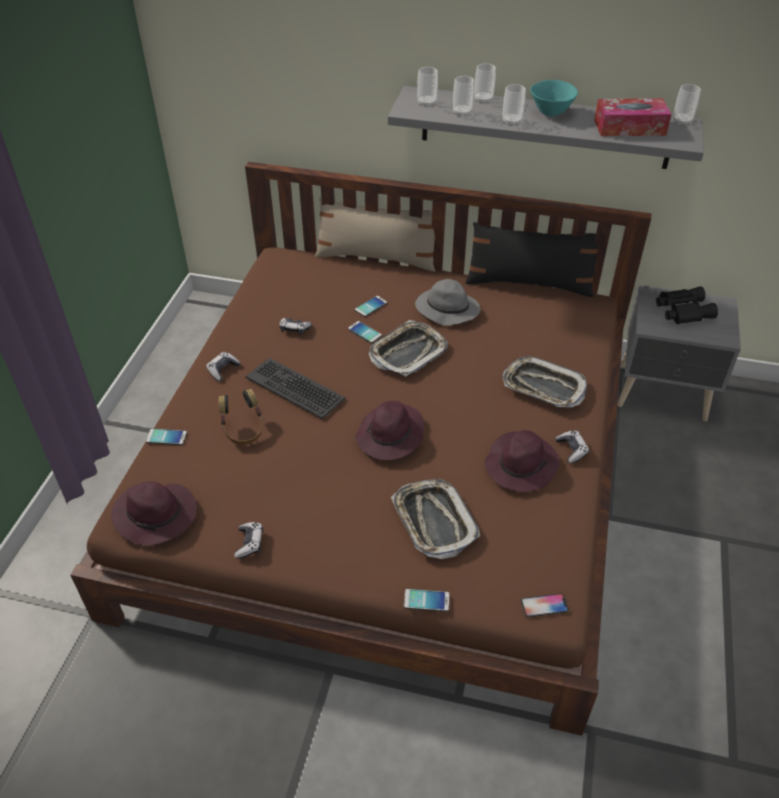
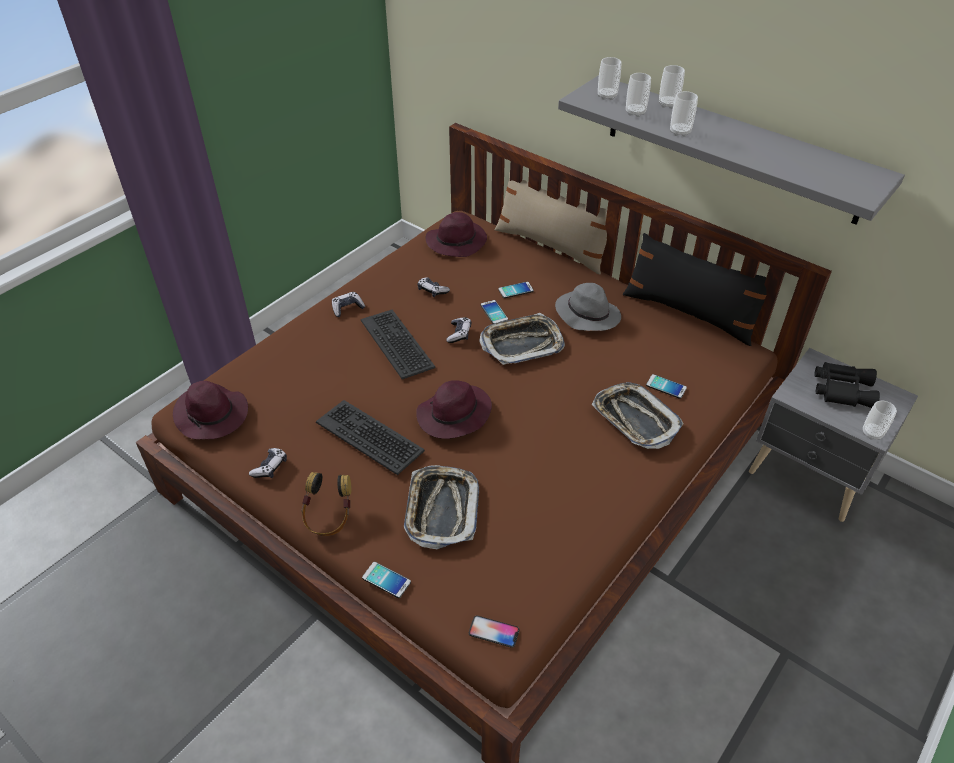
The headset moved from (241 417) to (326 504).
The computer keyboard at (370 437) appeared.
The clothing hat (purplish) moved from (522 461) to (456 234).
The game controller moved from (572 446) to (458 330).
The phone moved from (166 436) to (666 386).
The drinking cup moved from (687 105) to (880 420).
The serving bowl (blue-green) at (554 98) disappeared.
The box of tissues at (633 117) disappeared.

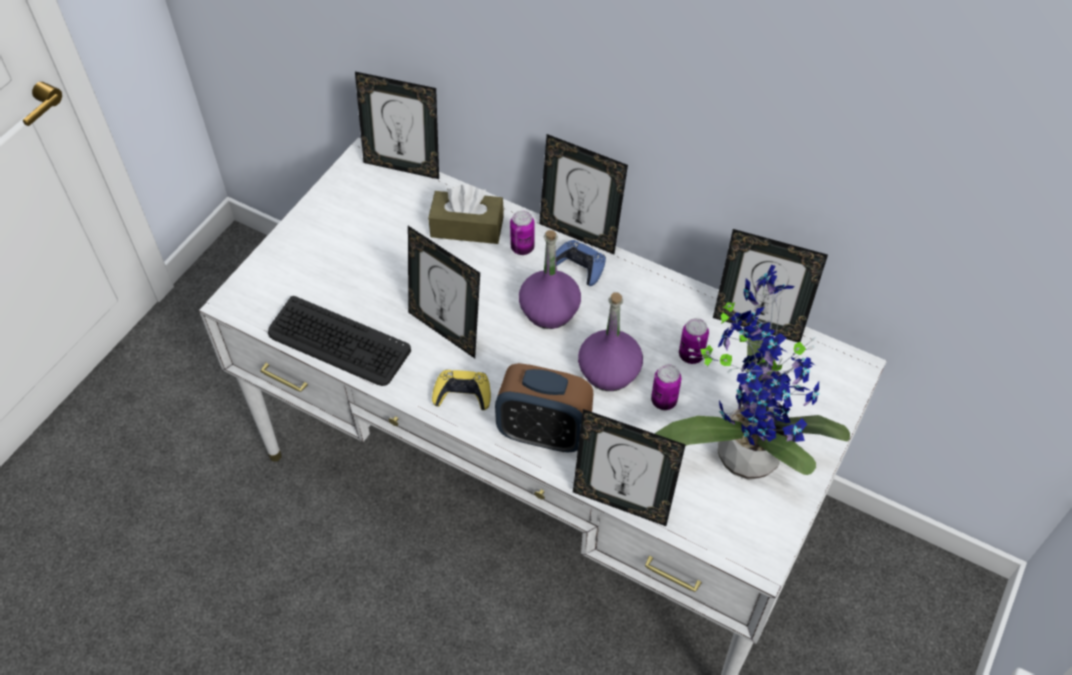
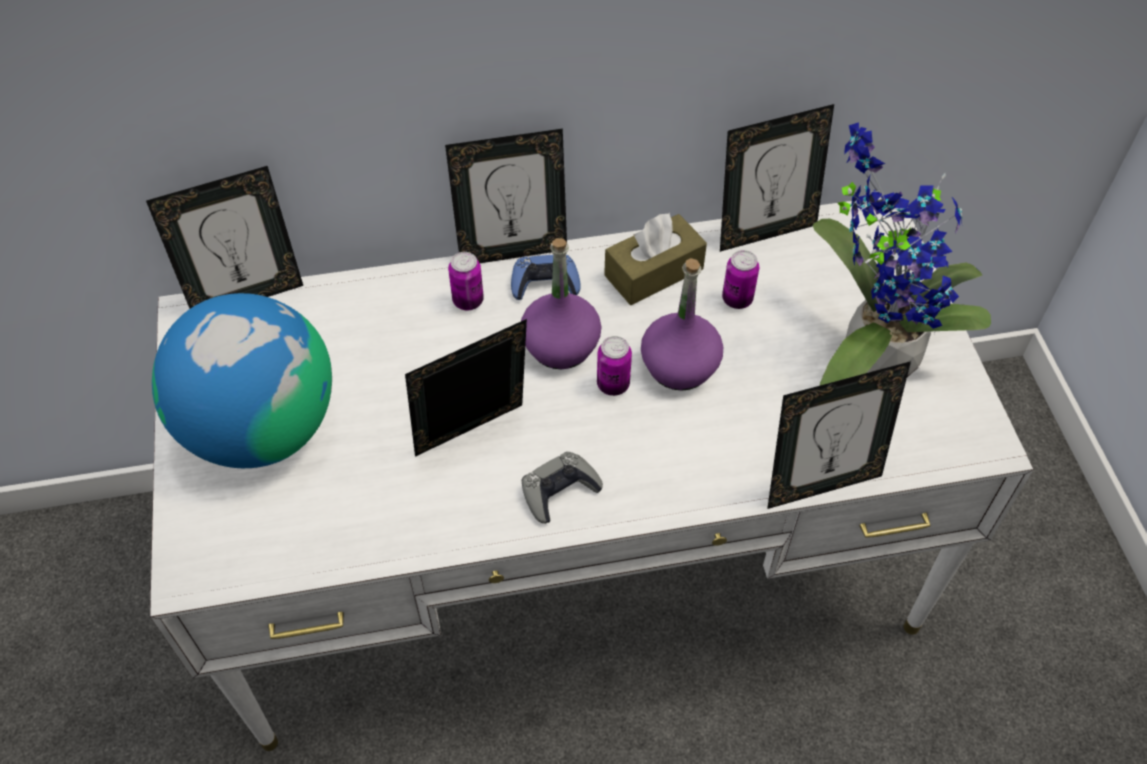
The globe at (242 380) appeared.
The standing frame at (444 292) turned 150 degrees clockwise.
The game controller (yellow-coloured) at (461 390) became the game controller (grey) at (562 488).
The can moved from (666 387) to (614 366).
The box of tissues (brownish) moved from (466 214) to (655 259).
The computer keyboard at (339 341) disappeared.
The alarm clock at (544 407) disappeared.

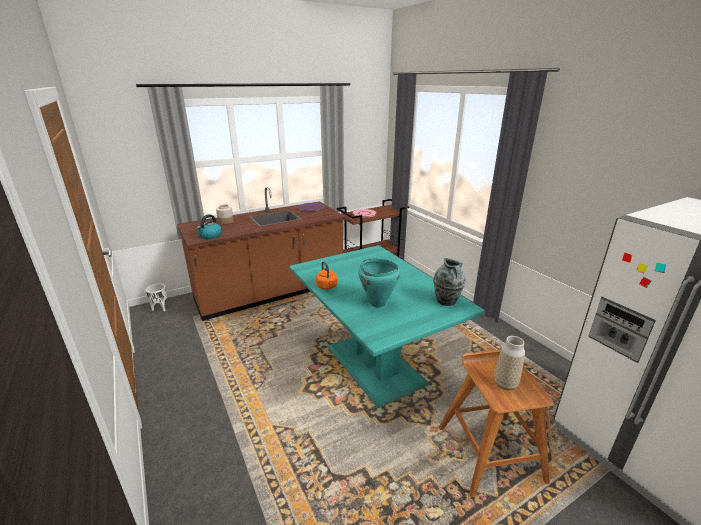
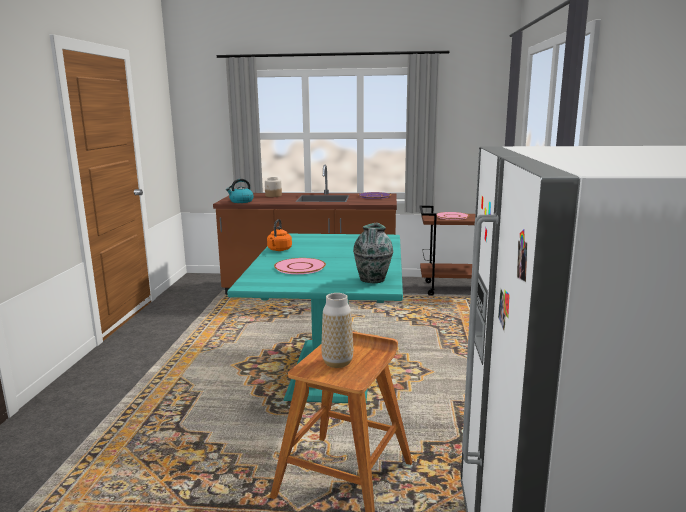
The stockpot (blue-green) at (379 283) was replaced by the plate (pink) at (300 266).
The plant pot (white-coloured) at (156 297) disappeared.

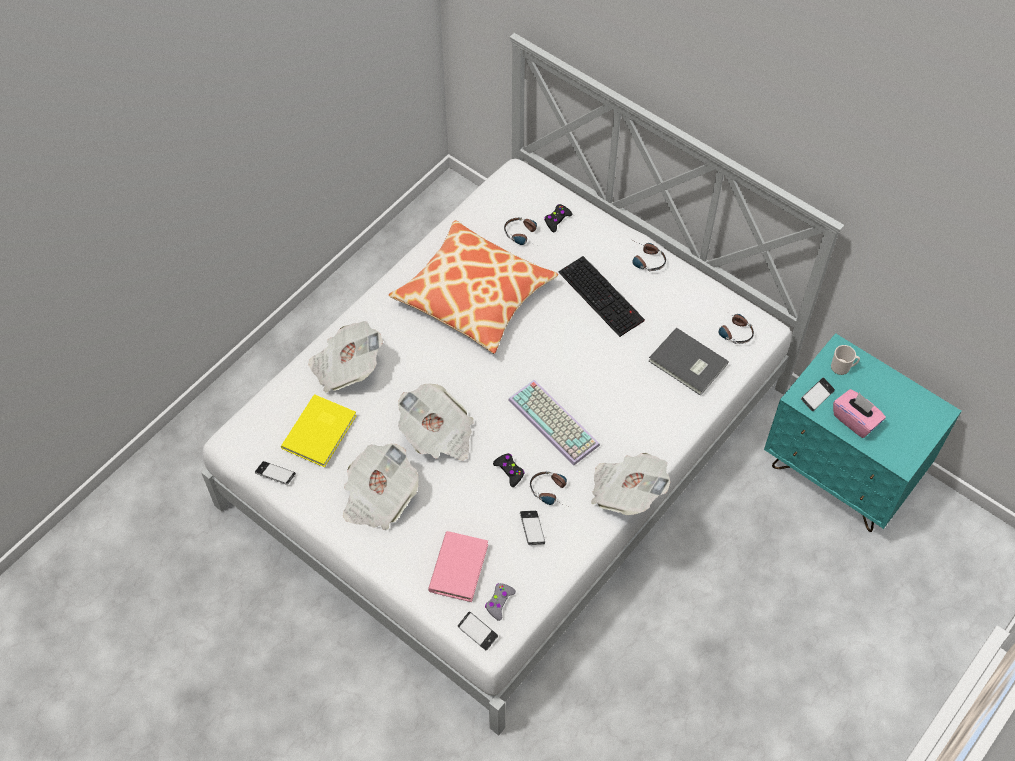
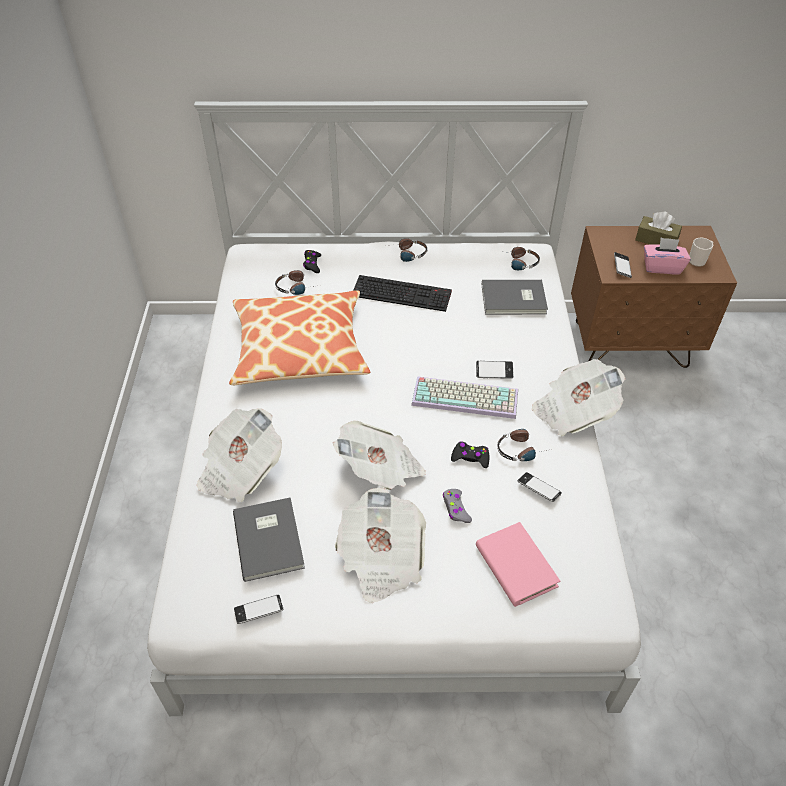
The bound book (yellow-coloured) at (319 430) became the bound book (grey) at (269 539).
The game controller (grey) moved from (500 602) to (457 506).
The phone moved from (478 631) to (494 370).
The bedside table (blue-green) at (863 432) became the bedside table (brownish) at (654 297).
The box of tissues (brownish) at (658 227) appeared.
The mug moved from (845 360) to (701 252).

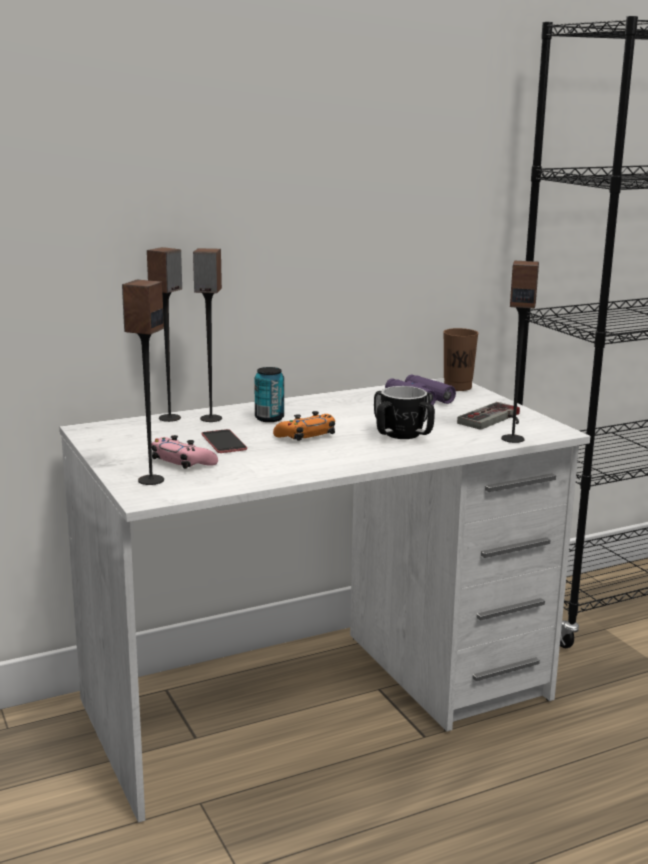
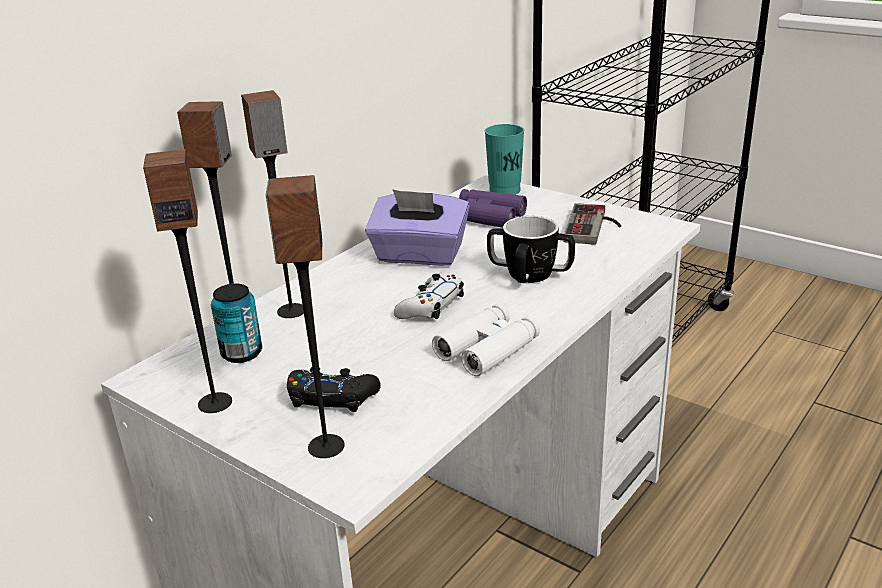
The loudspeaker moved from (520 352) to (187 281).
The can moved from (269 394) to (236 323).
The game controller (pink) at (184 452) became the game controller (black) at (334 389).
The box of tissues (purplish) at (417 228) appeared.
The game controller (orange-coloured) at (304 426) became the game controller (white-coloured) at (429 295).
The binoculars (white-coloured) at (486 340) appeared.
The drinking cup (brownish) at (460 359) became the drinking cup (blue-green) at (504 159).
The phone at (224 441) disappeared.

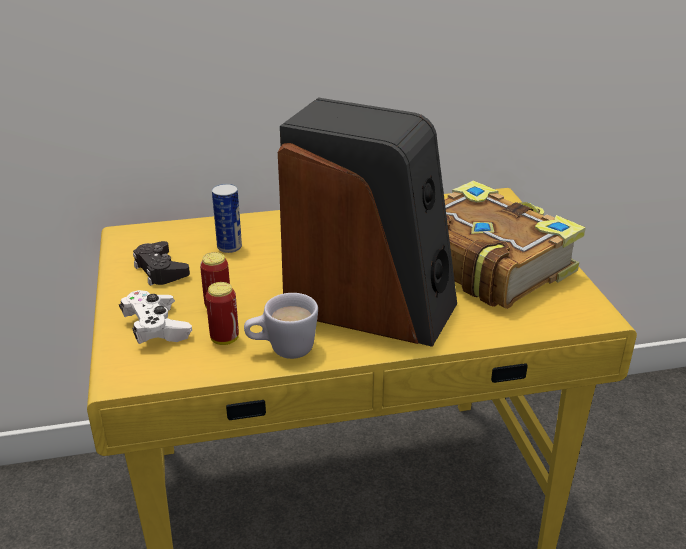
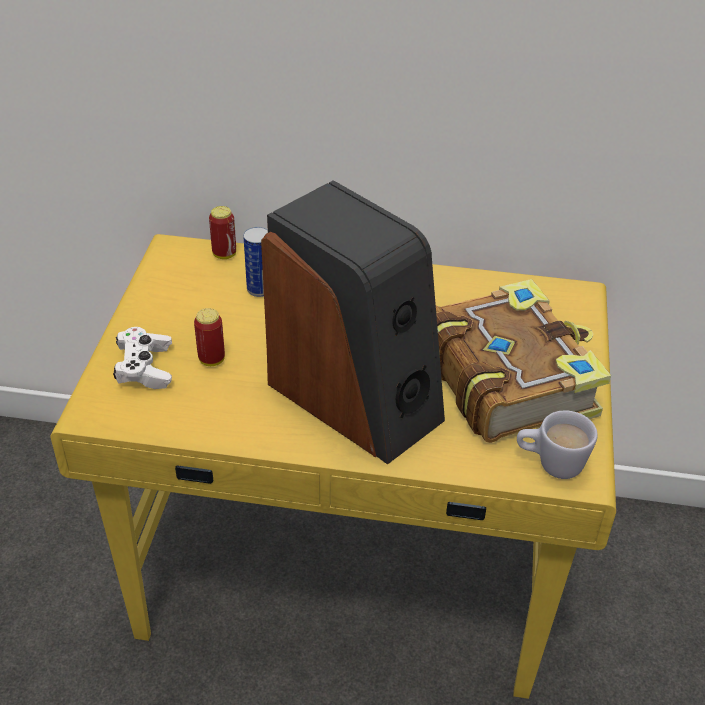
The can moved from (222 313) to (222 232).
The mug (white-coloured) moved from (281 326) to (557 444).
The game controller (black) at (161 263) disappeared.

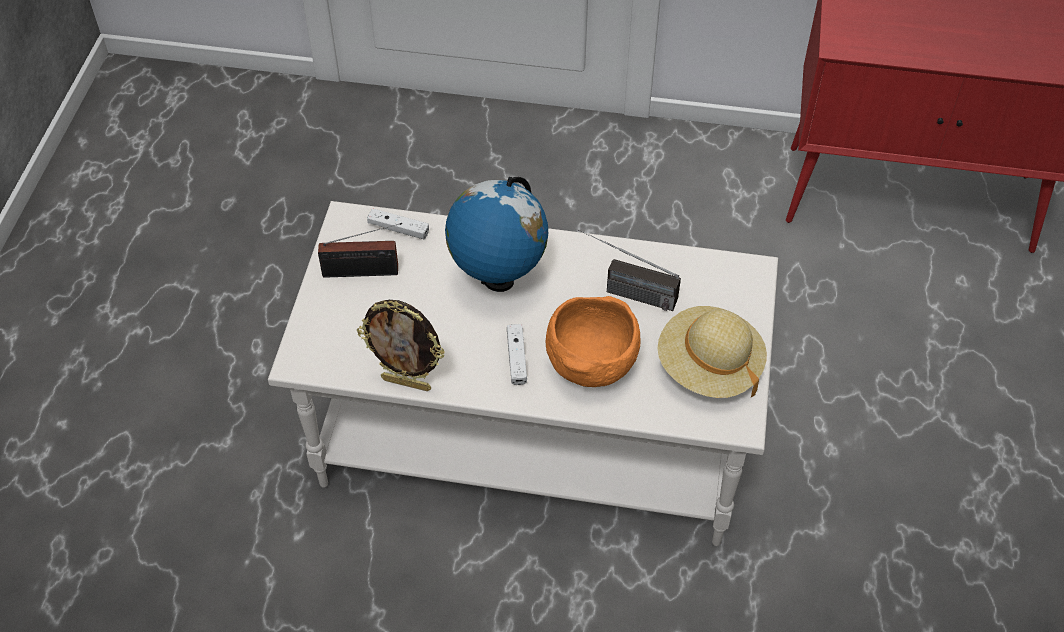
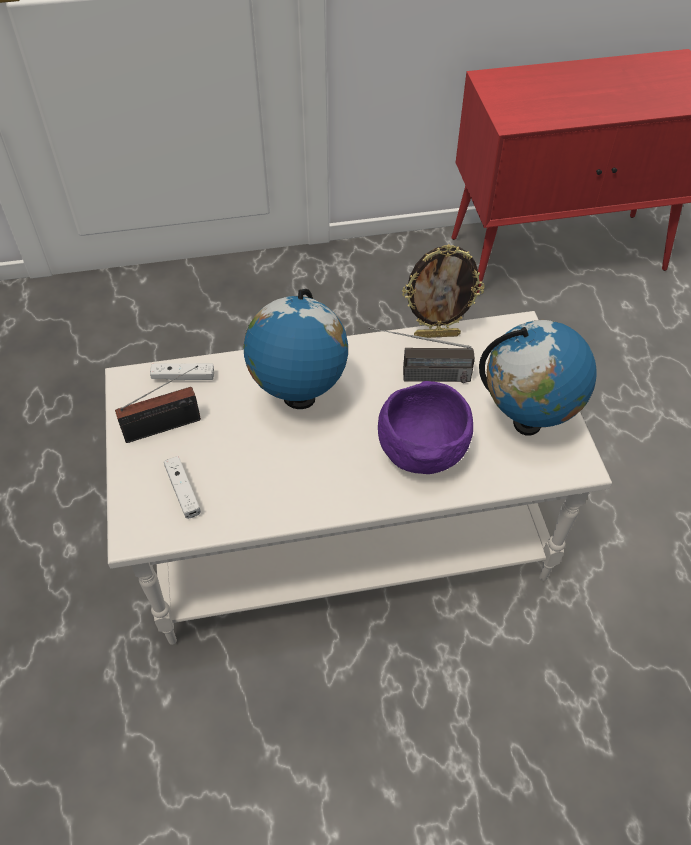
The game controller (white-coloured) moved from (517 354) to (182 487).
The serving bowl (orange-coloured) at (593 341) became the serving bowl (purplish) at (425 427).
The standing frame moved from (401 345) to (443 291).
The clothing hat (beige) at (712 352) was replaced by the globe at (538 378).

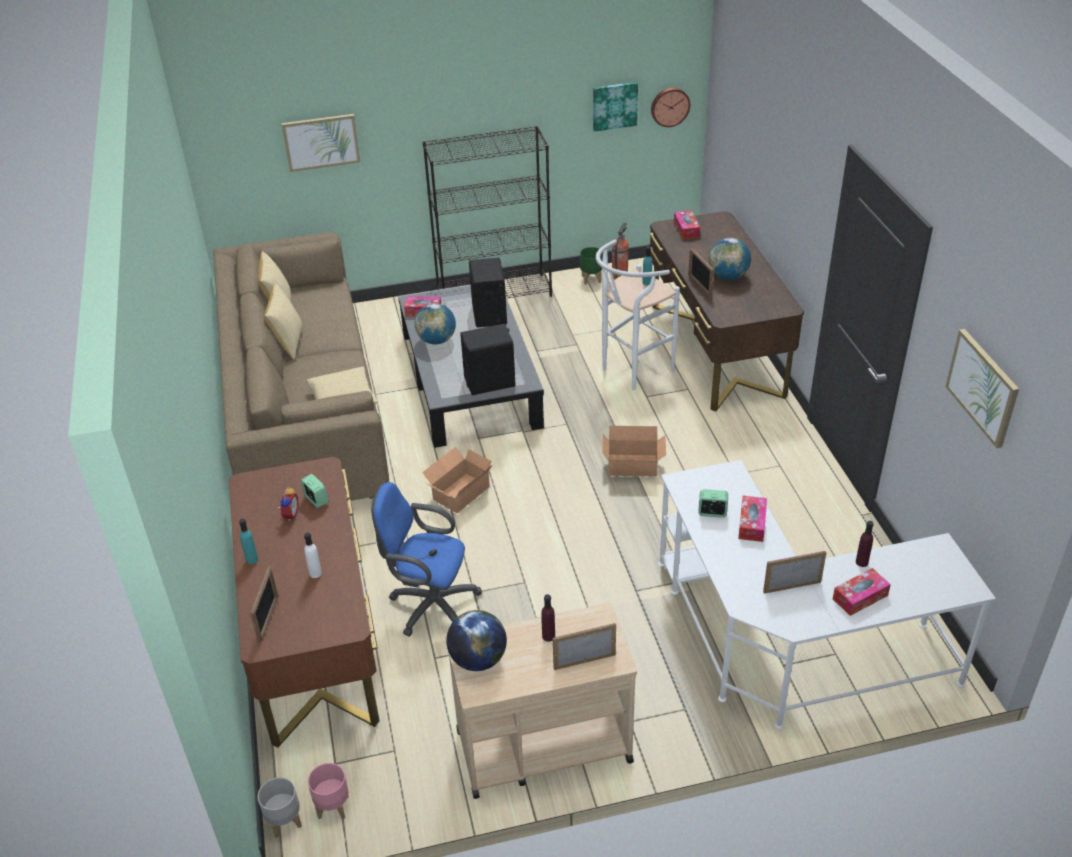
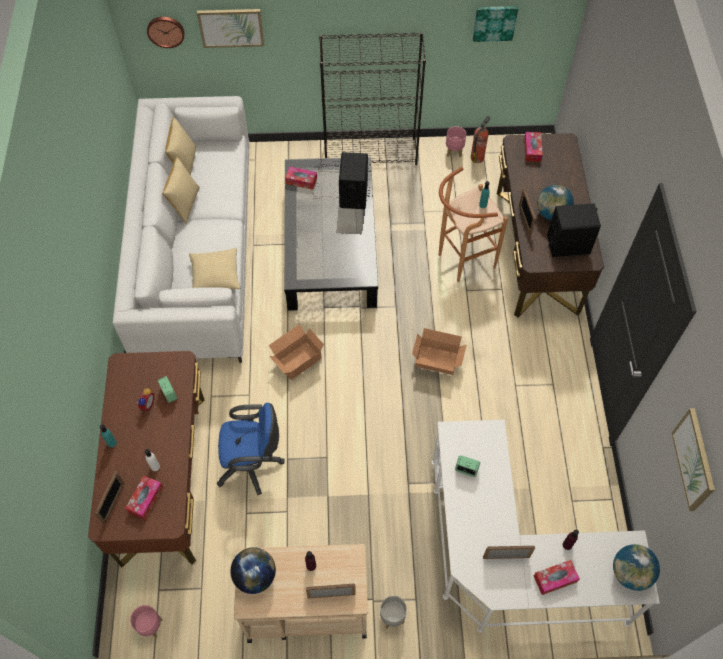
The settee (brownish) at (301 366) became the settee (white-coloured) at (181 229).
The box of tissues moved from (752 519) to (144 498).
The wall clock moved from (670 107) to (165 32).
The computer chair (bluish) at (426 559) turned 150 degrees clockwise.
The plant pot (grey) moved from (280 807) to (393 612).
The stool (white-coloured) at (638 315) became the stool (brownish) at (473 224).
The plant pot (green-coloured) at (591 266) became the plant pot (pink) at (456 141).
The loudspeaker (black) moved from (488 359) to (574 230).
The globe moved from (435 323) to (636 567).

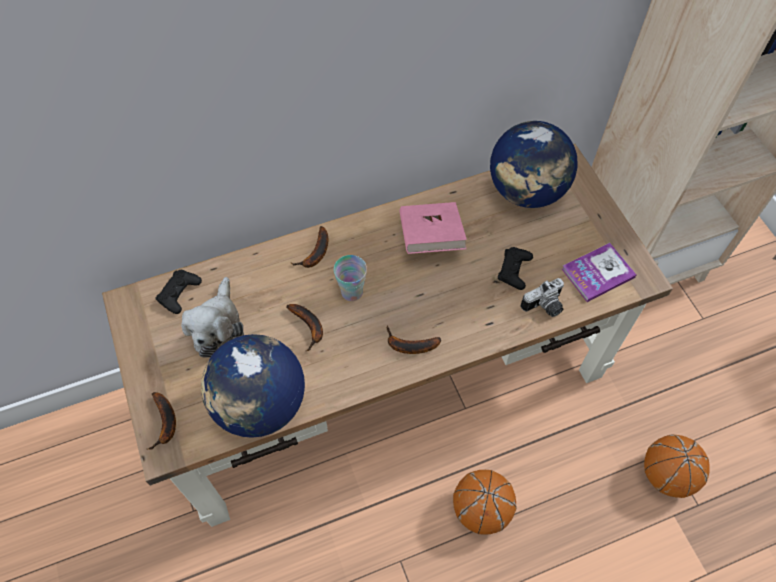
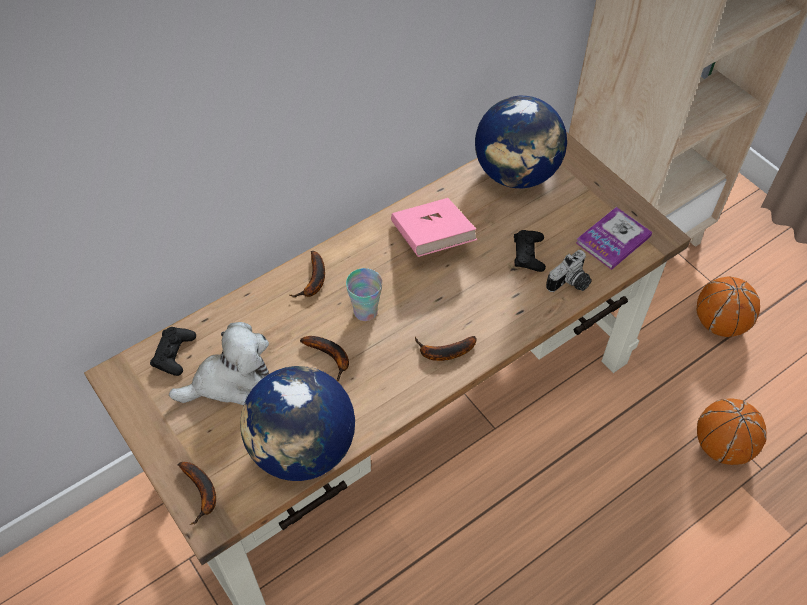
The soft toy at (212 317) turned 105 degrees counterclockwise.
The basketball moved from (484 502) to (728 306).

